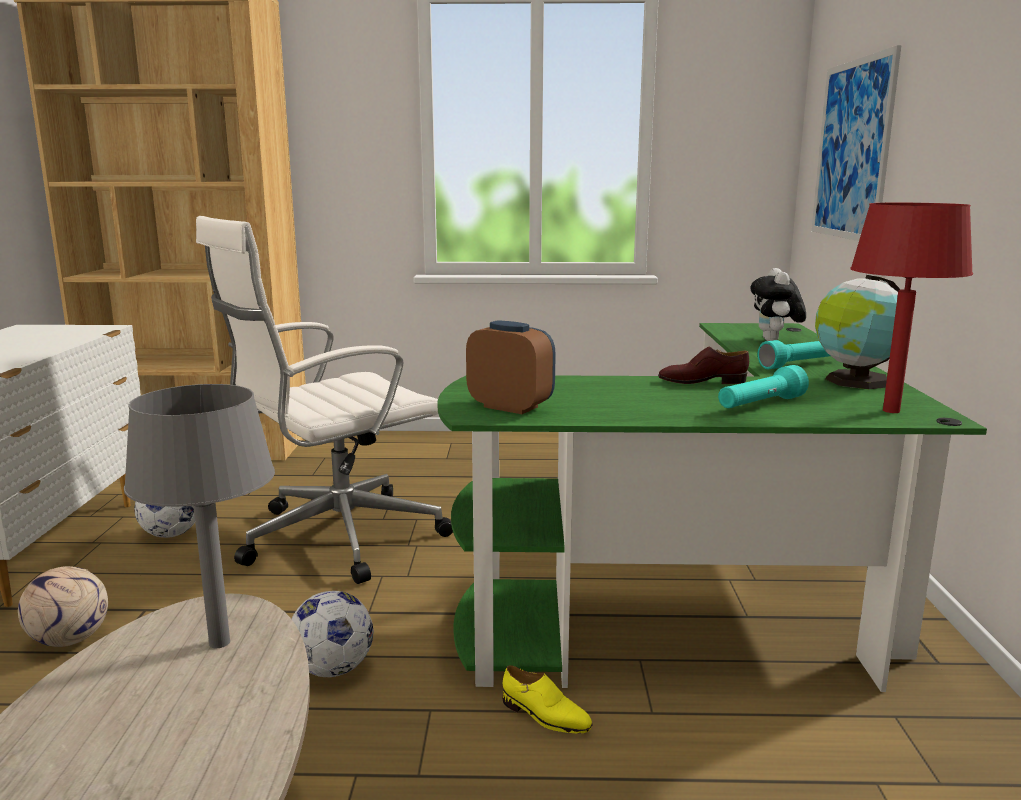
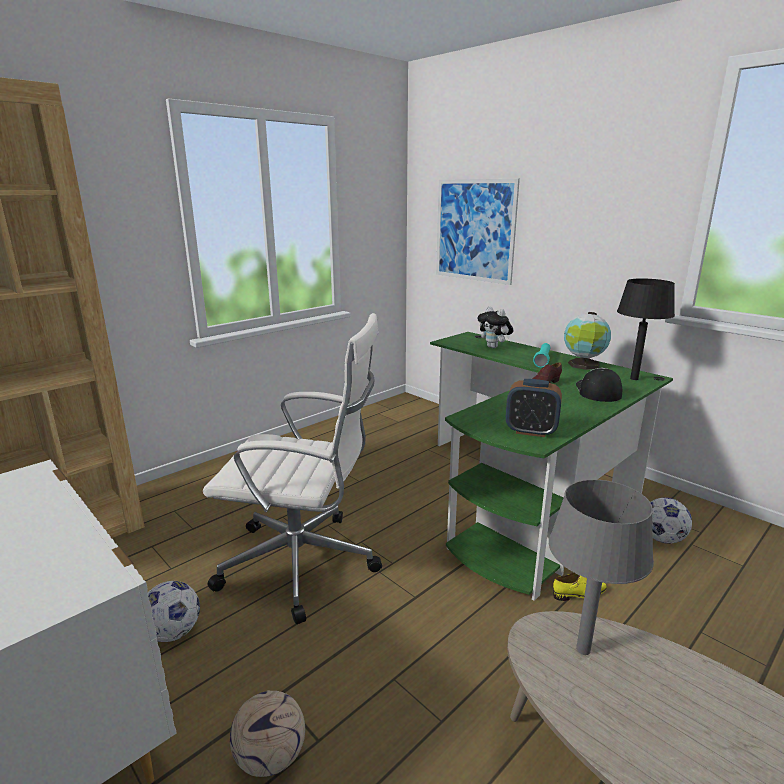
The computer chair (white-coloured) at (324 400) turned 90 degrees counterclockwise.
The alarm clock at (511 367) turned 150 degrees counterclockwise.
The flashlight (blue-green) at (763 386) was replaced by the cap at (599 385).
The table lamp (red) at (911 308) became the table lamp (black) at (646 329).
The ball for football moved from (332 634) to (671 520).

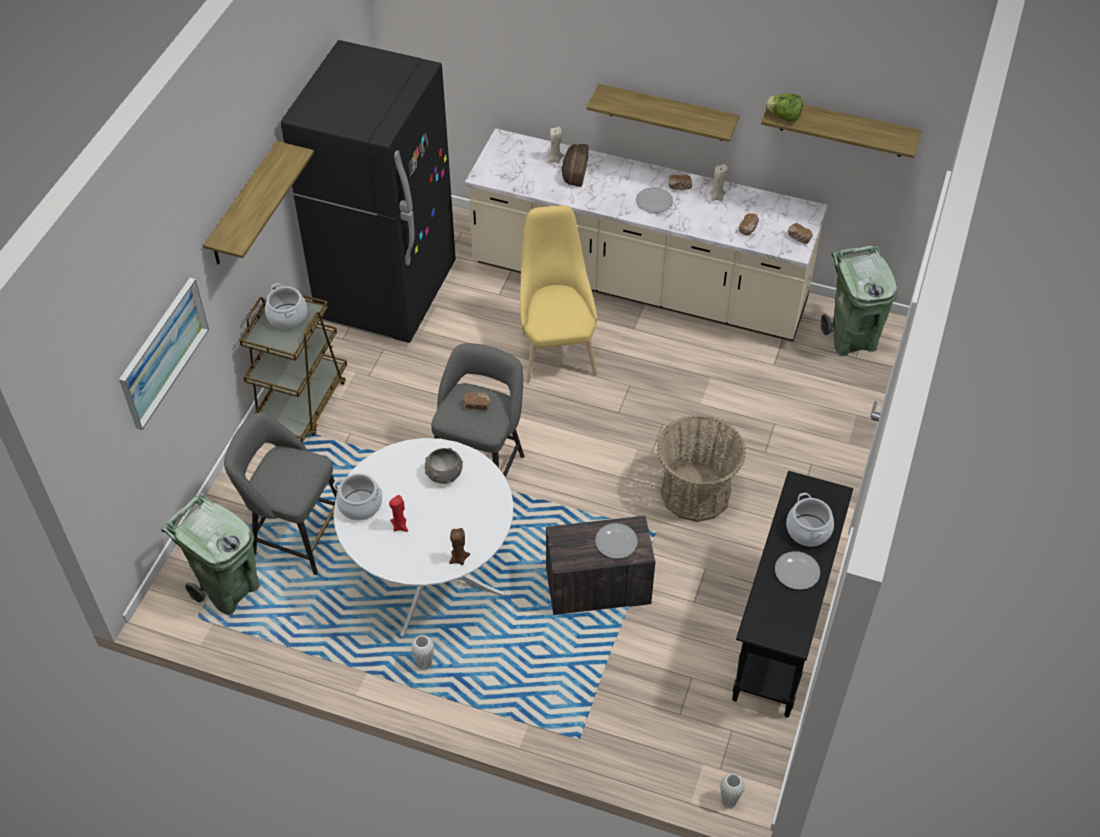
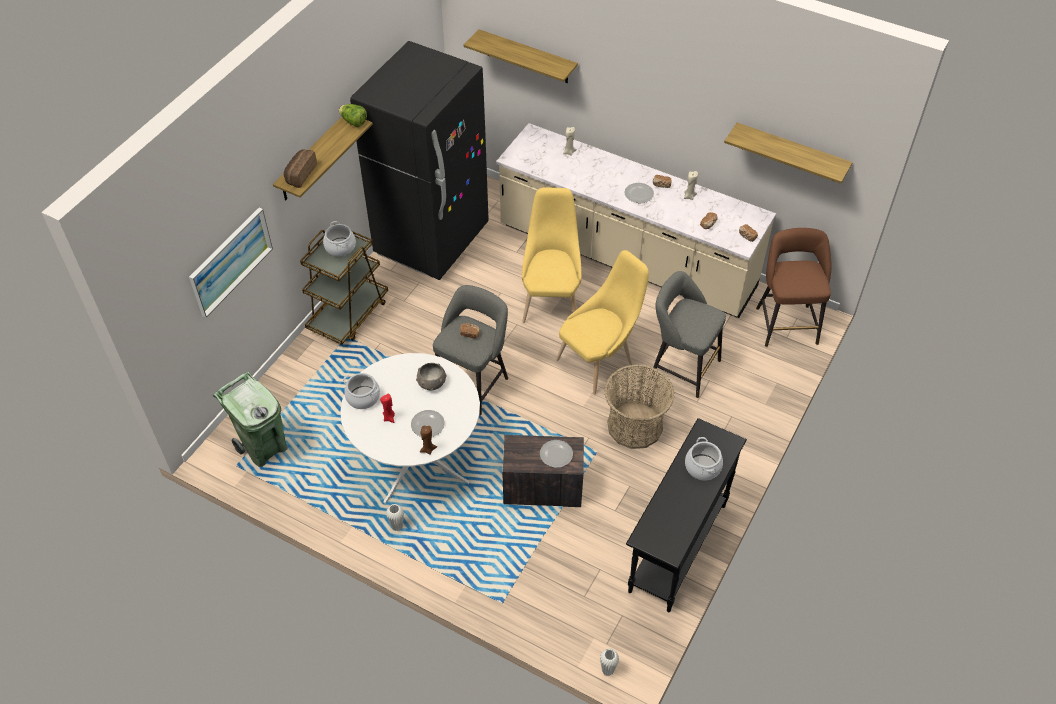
The baked bread moved from (574 165) to (300 168).
The lettuce head moved from (784 108) to (353 115).
The plate moved from (797 570) to (428 423).
The bracket shelf moved from (663 113) to (521 56).
The chair (yellow-coloured) at (602 322) appeared.
The stool (grey) moved from (281 494) to (688 334).
The rubbish bin (green-coloured) at (859 301) was replaced by the stool (brownish) at (793 287).

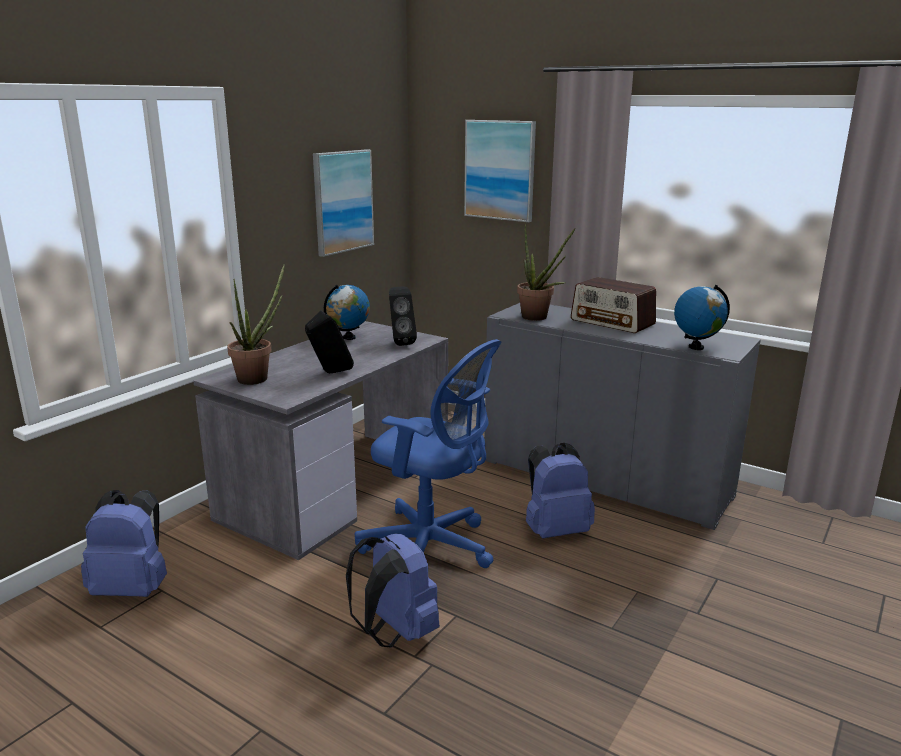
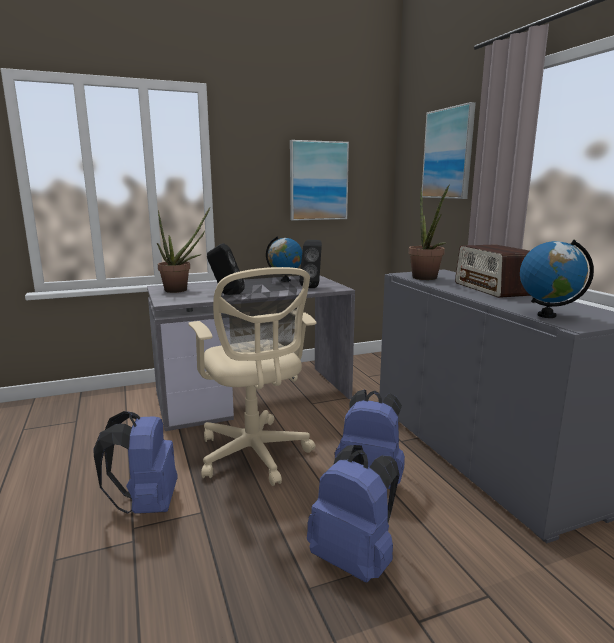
The computer chair (bluish) at (428 453) became the computer chair (beige) at (253 376).
The knapsack (bluish) moved from (124 543) to (353 514).

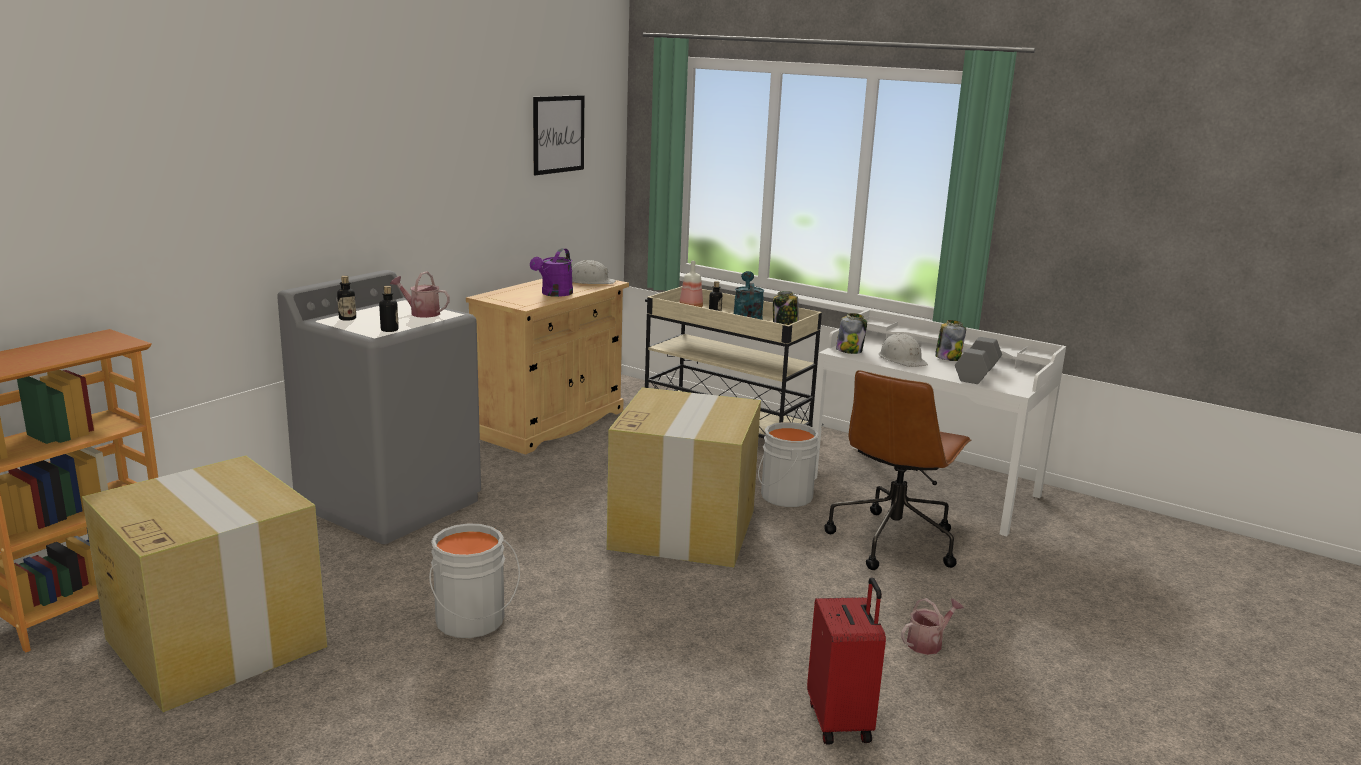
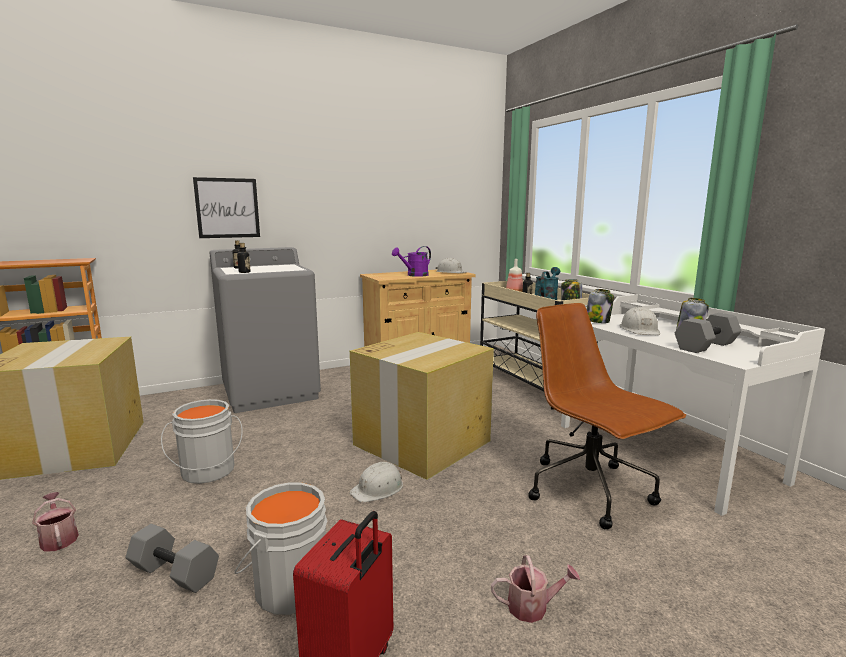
The sprinkling can moved from (420 294) to (55 522).
The free weight (grey) at (172 558) appeared.
The wall art moved from (558 135) to (226 207).
The pail (grey) moved from (788 464) to (280 548).
The work helmet (white-coloured) at (376 482) appeared.
The computer chair (brownish) at (898 470) turned 90 degrees clockwise.

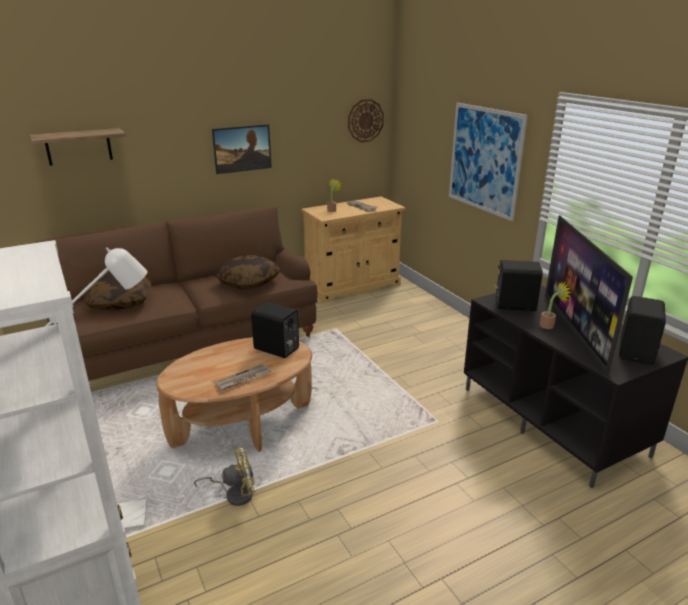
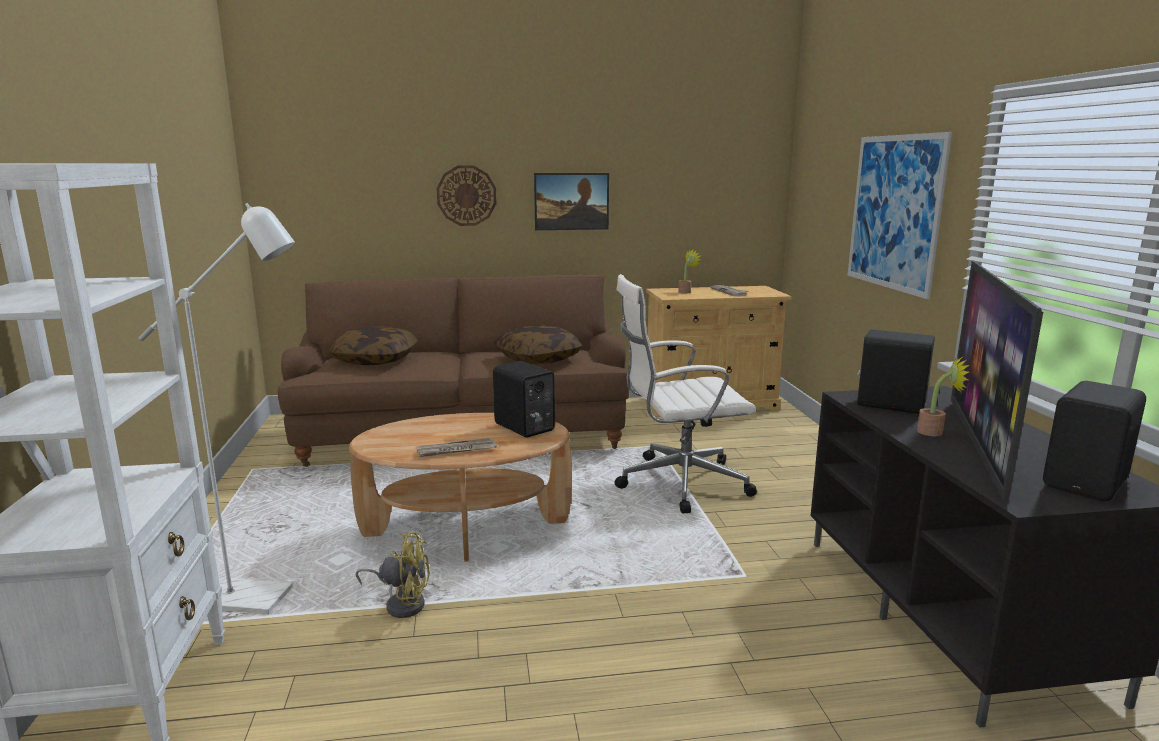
The wall clock moved from (366 120) to (467 195).
The computer chair (white-coloured) at (686 394) appeared.
The bracket shelf at (78 147) disappeared.

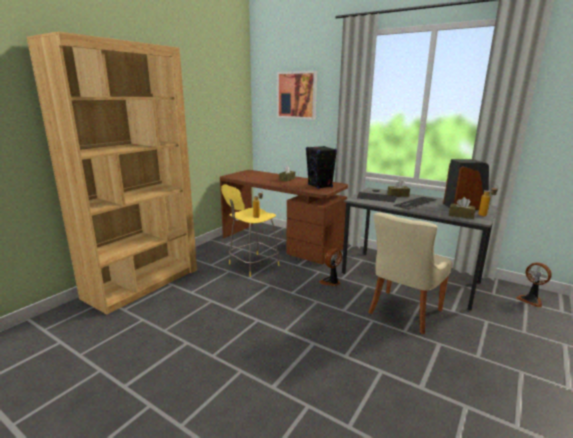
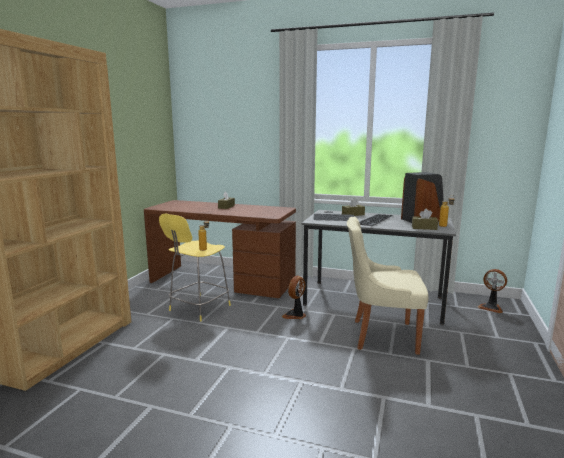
The chair (beige) at (410 273) turned 75 degrees clockwise.
The wall art at (297 95) disappeared.
The loudspeaker (black) at (321 167) disappeared.

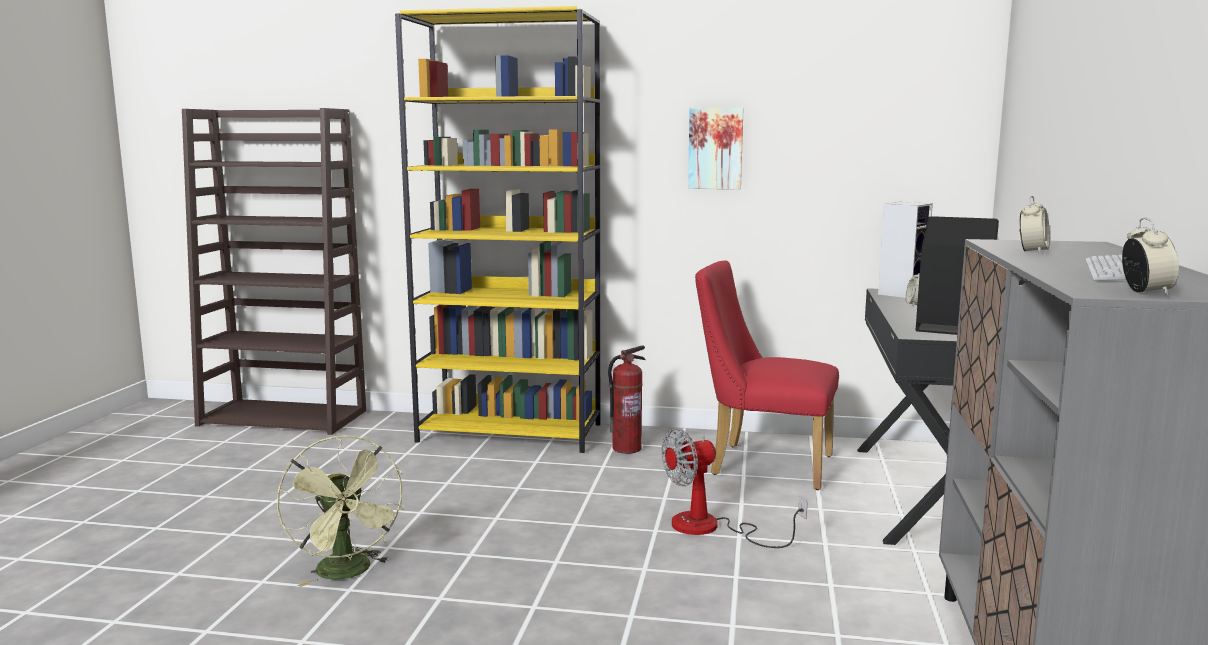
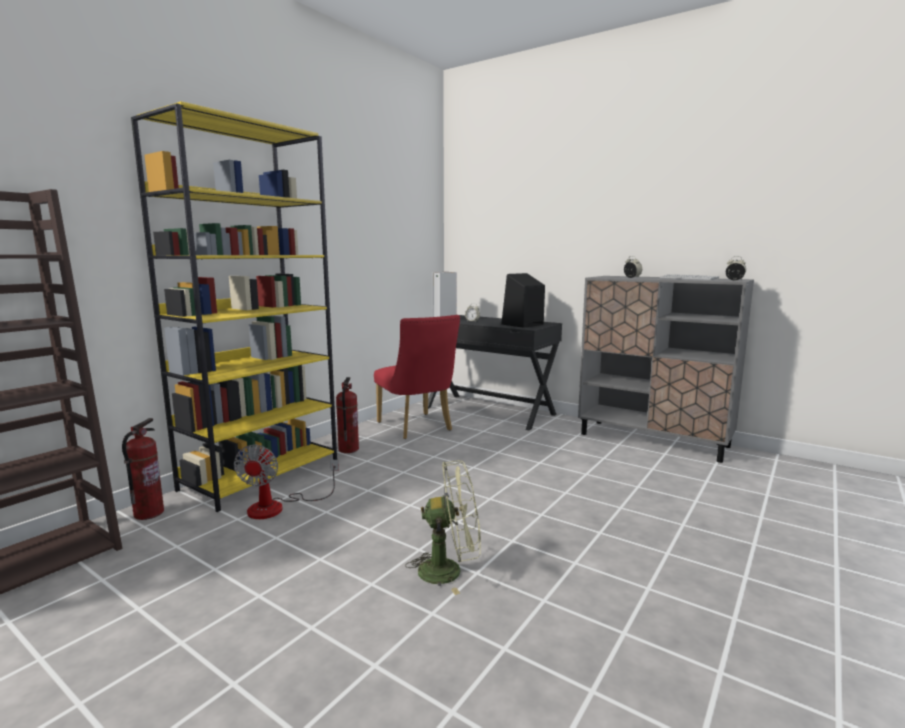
The fire extinguisher at (143 469) appeared.
The fan moved from (735 488) to (286 482).
The chair (red) at (767 375) turned 75 degrees counterclockwise.
The wall art at (716 148) disappeared.

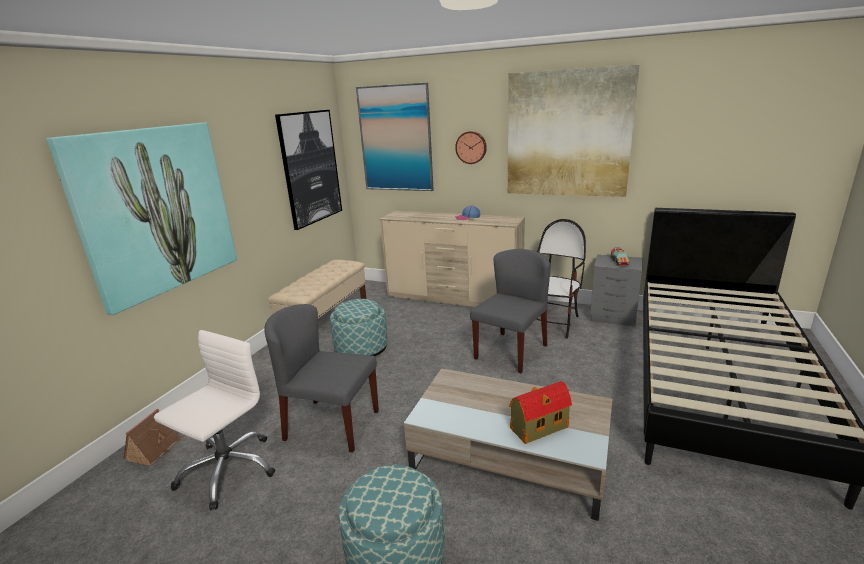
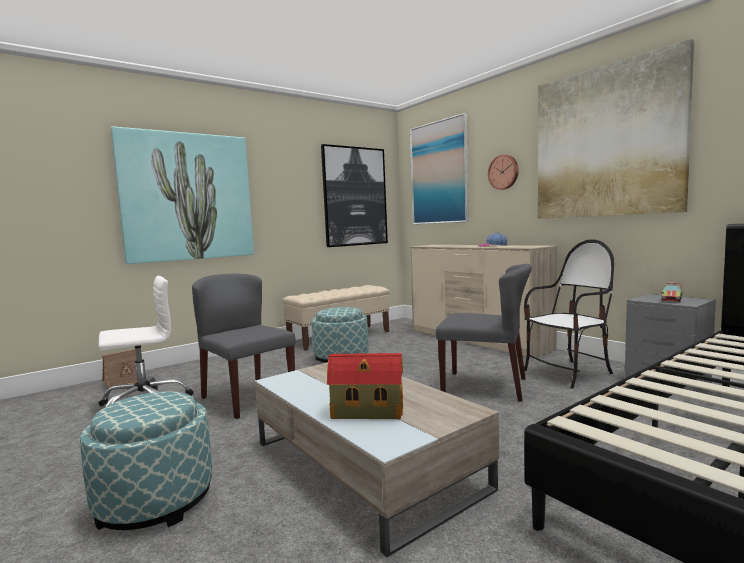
The chair (grey) at (510 311) turned 45 degrees clockwise.

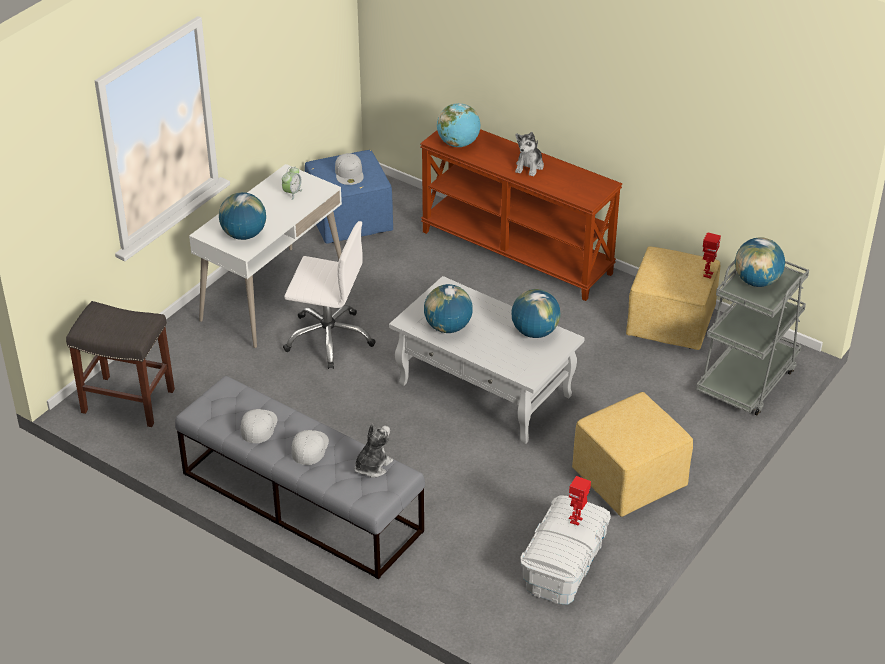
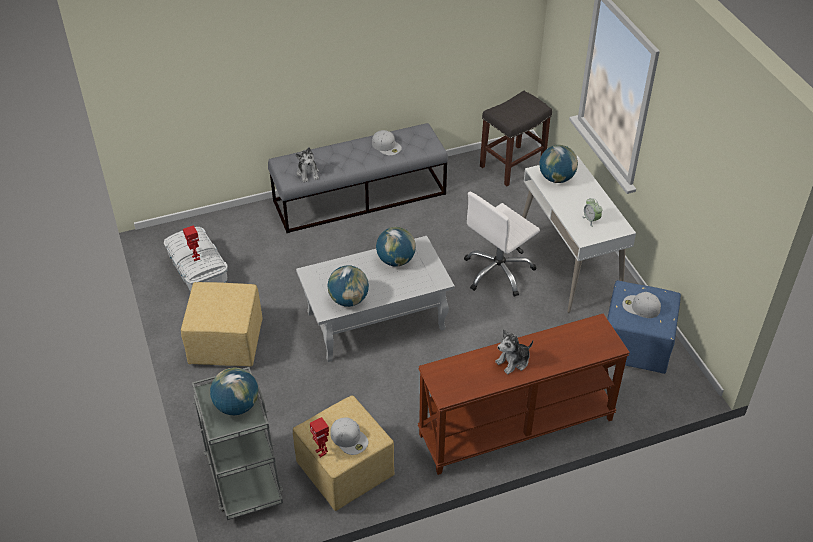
The cap (white-coloured) moved from (310 447) to (349 436).
The soft toy at (529 154) turned 90 degrees counterclockwise.
The globe at (458 125) disappeared.

